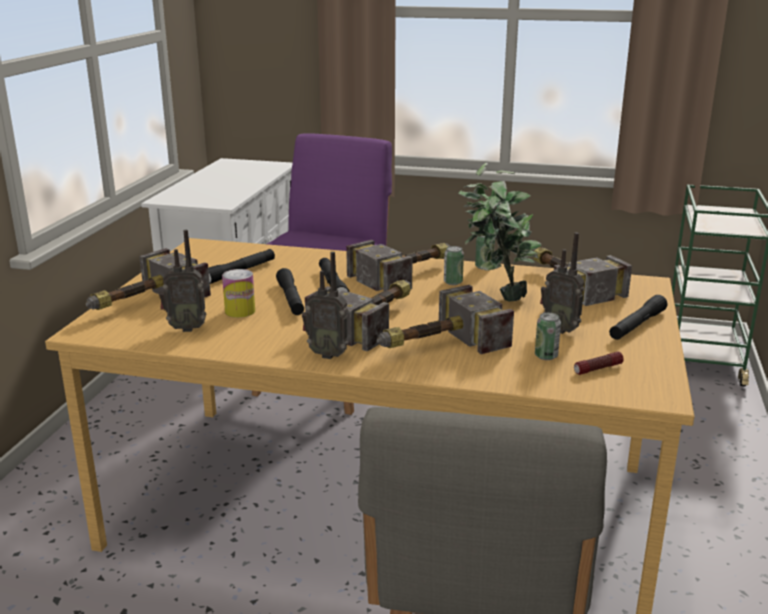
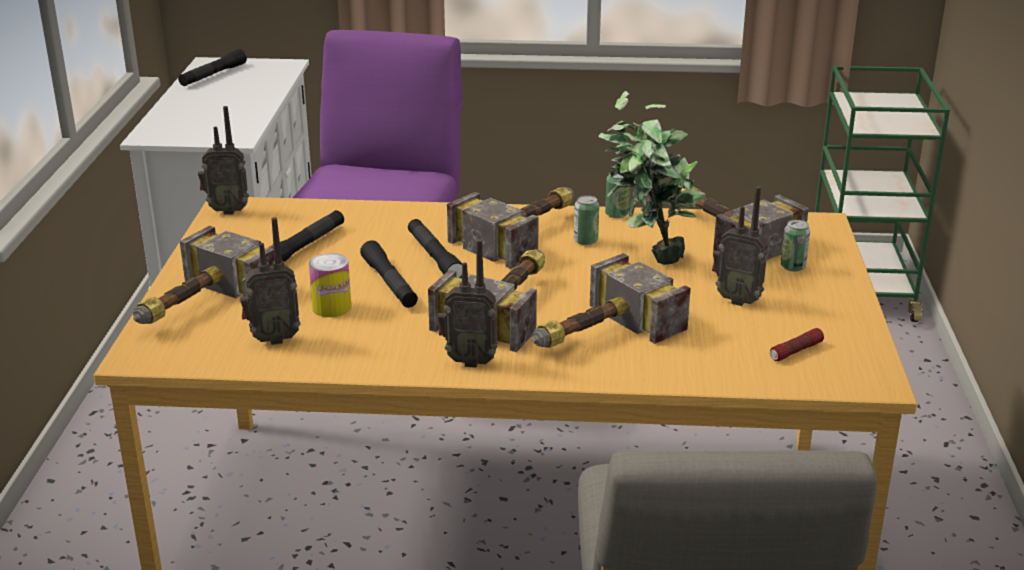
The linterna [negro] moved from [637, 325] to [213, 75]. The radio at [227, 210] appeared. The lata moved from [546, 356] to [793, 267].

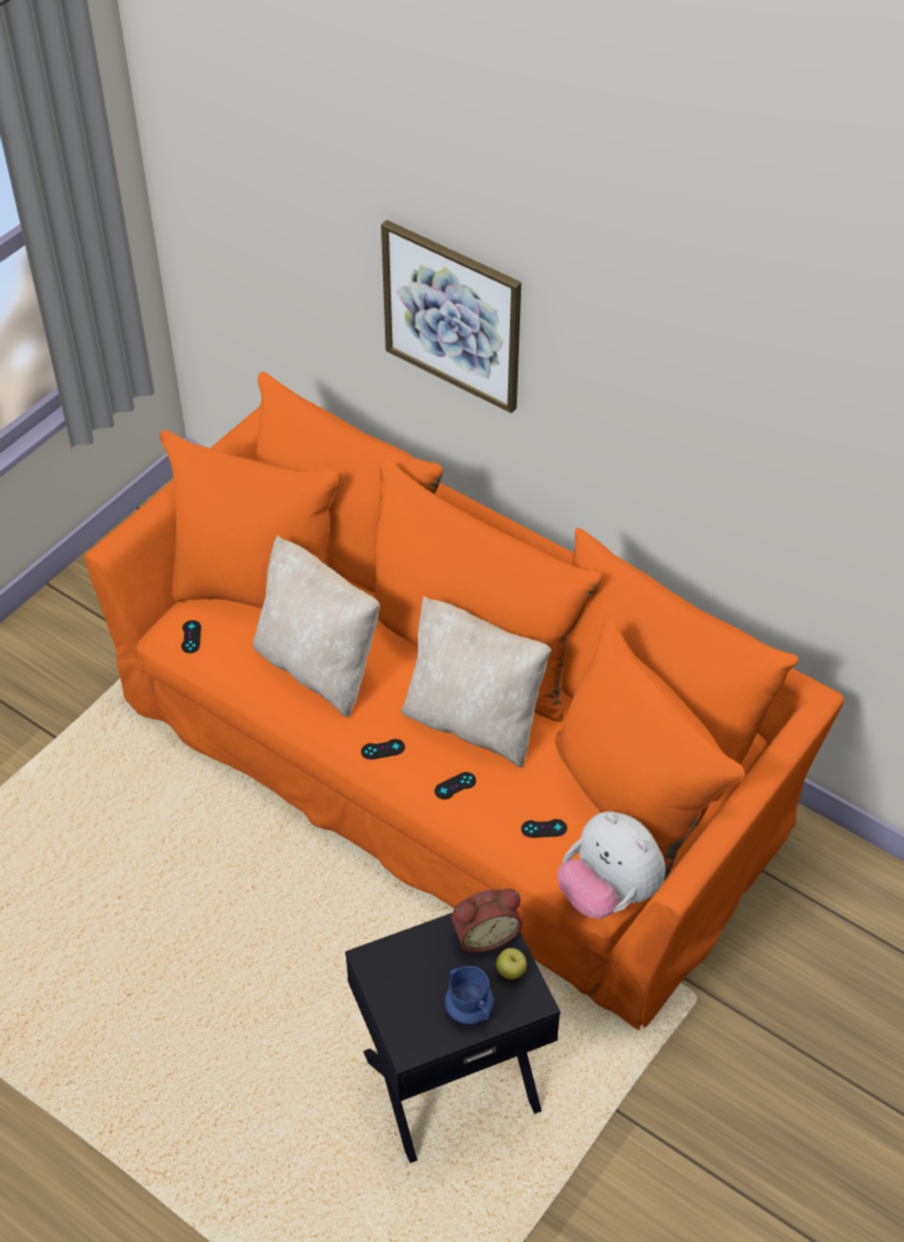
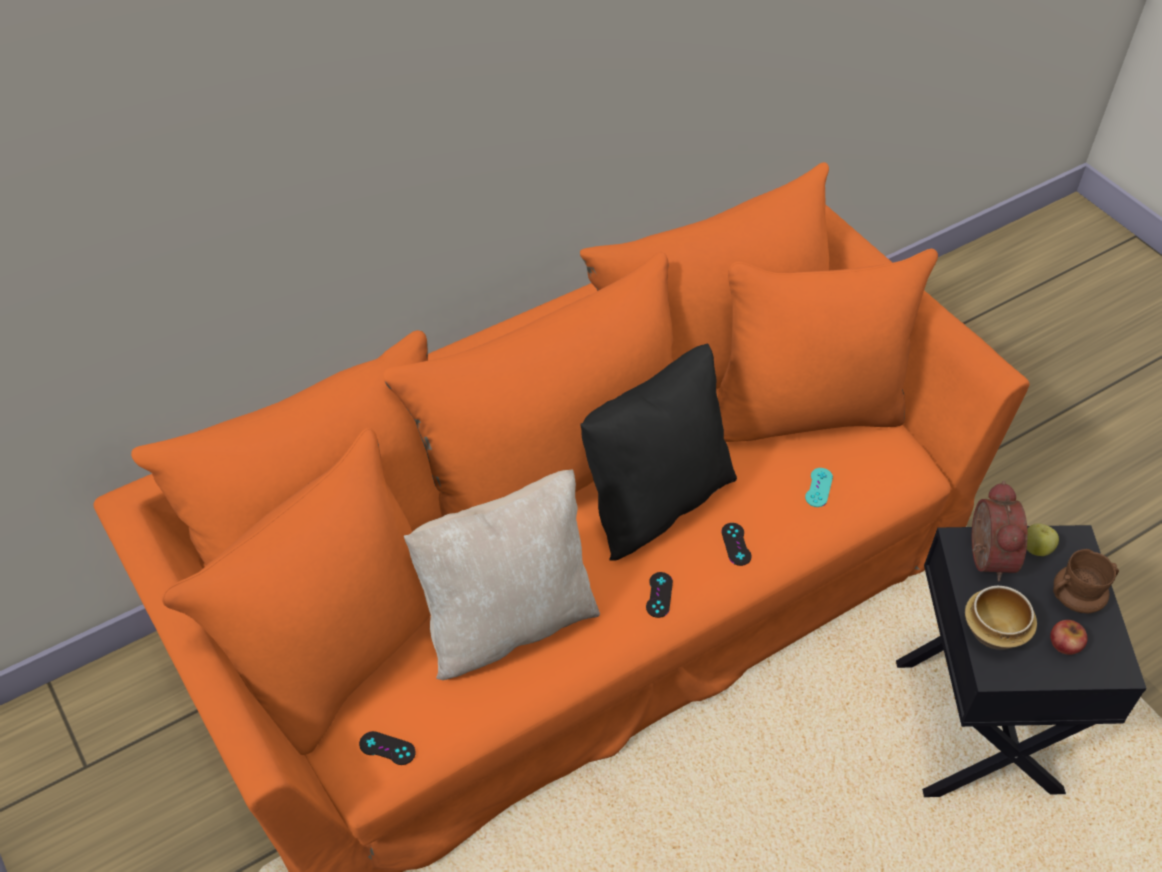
The cojín [beis] at [474, 721] became the cojín [negro] at [654, 500]. The mando de consola [negro] at [544, 828] became the mando de consola [turquesa] at [818, 487]. The cuenco at [994, 633] appeared. The manzana at [1065, 643] appeared. The taza grande [azul] at [469, 1009] became the taza grande [marrón] at [1076, 599]. The cuadro at [452, 315] disappeared. The peluche at [608, 892] disappeared.

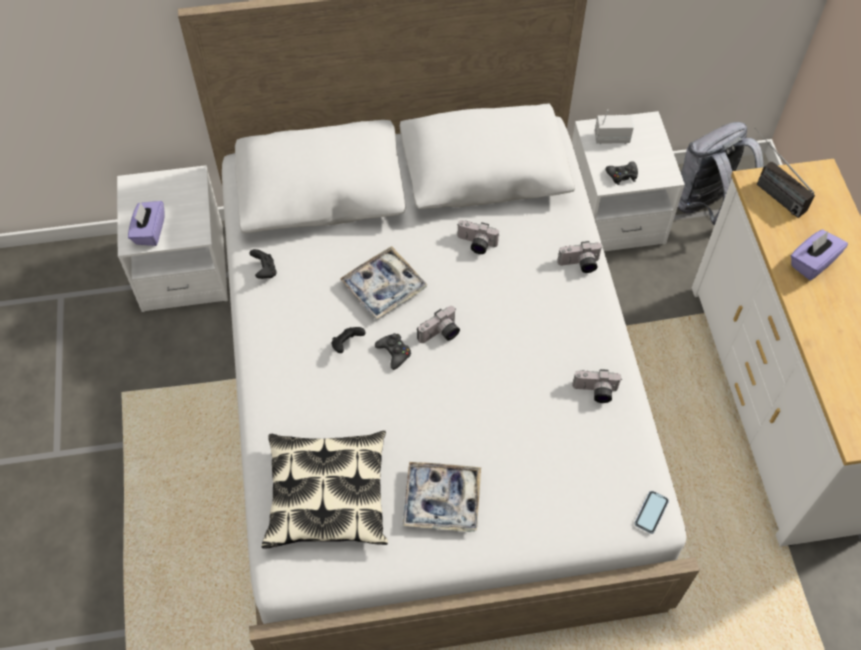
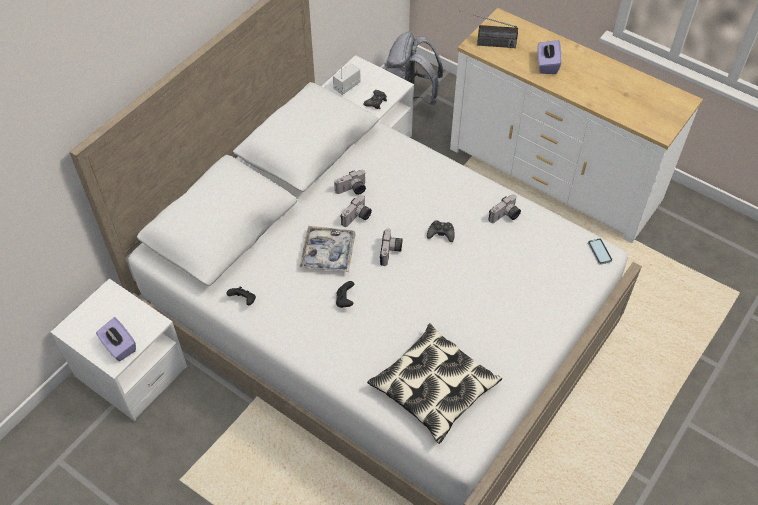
The cámara moved from [579, 265] to [357, 218]. The mando de consola [negro] moved from [394, 352] to [441, 234]. The bandeja at [441, 500] disappeared.

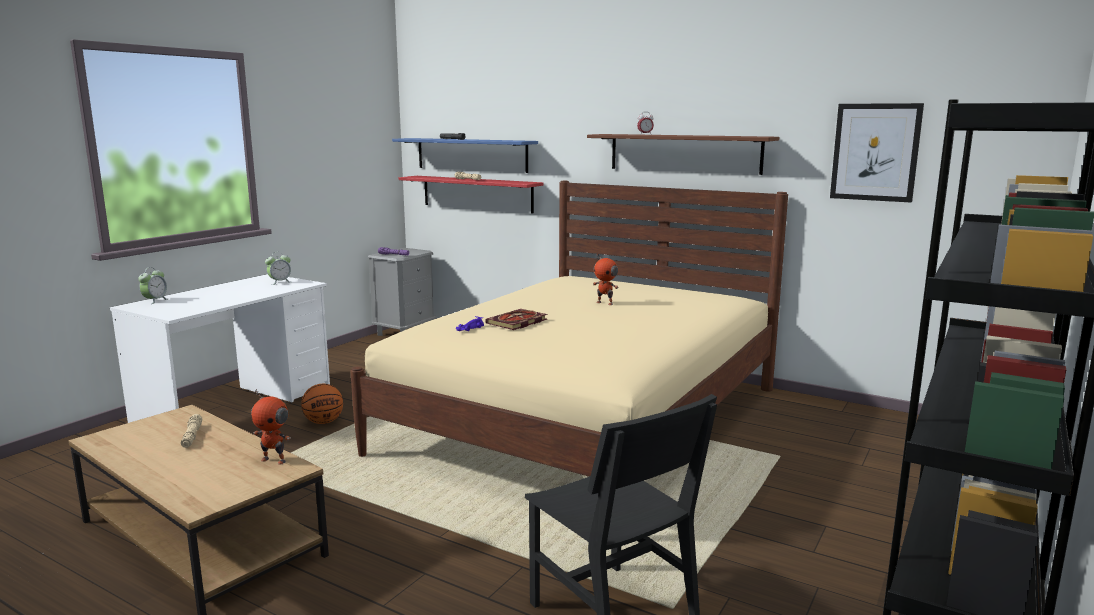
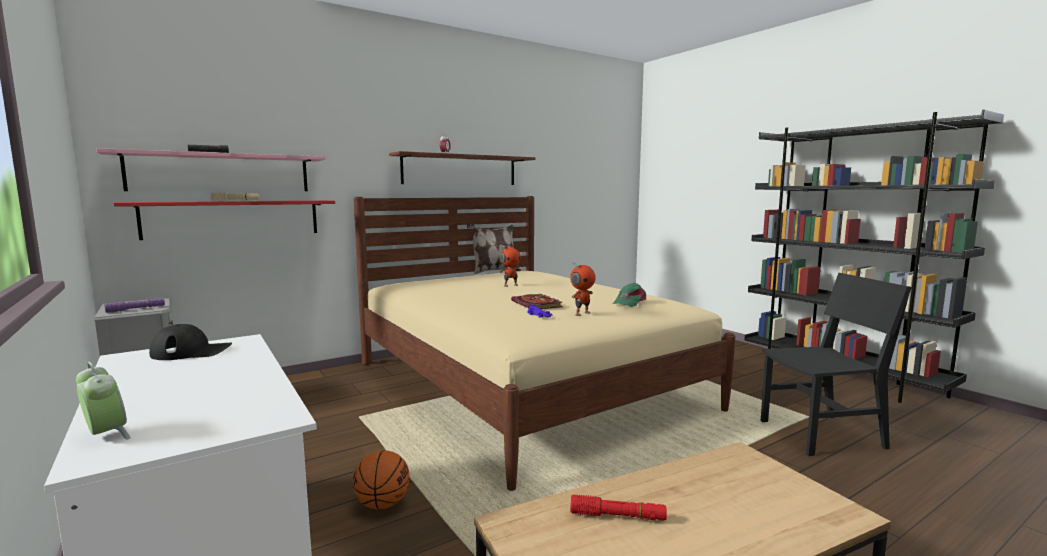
The estante [azul] at [471, 154] became the estante [rosa] at [221, 173]. The despertador at [280, 282] was replaced by the gorra [negro] at [192, 352]. The cojín at [494, 271] appeared. The robot de juguete moved from [274, 460] to [581, 313]. The linterna [beis] at [192, 436] became the linterna [rojo] at [618, 516]. The gorra [verde] at [629, 302] appeared. The cuadro at [875, 152] disappeared.

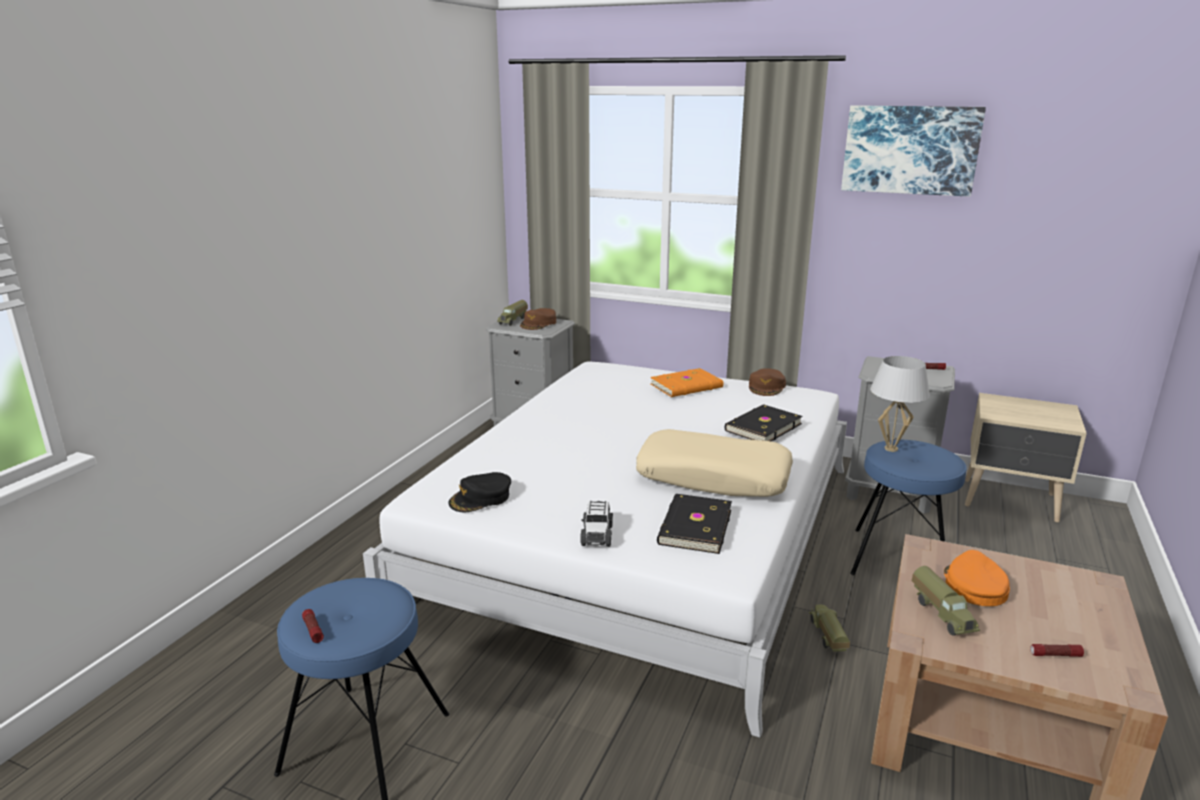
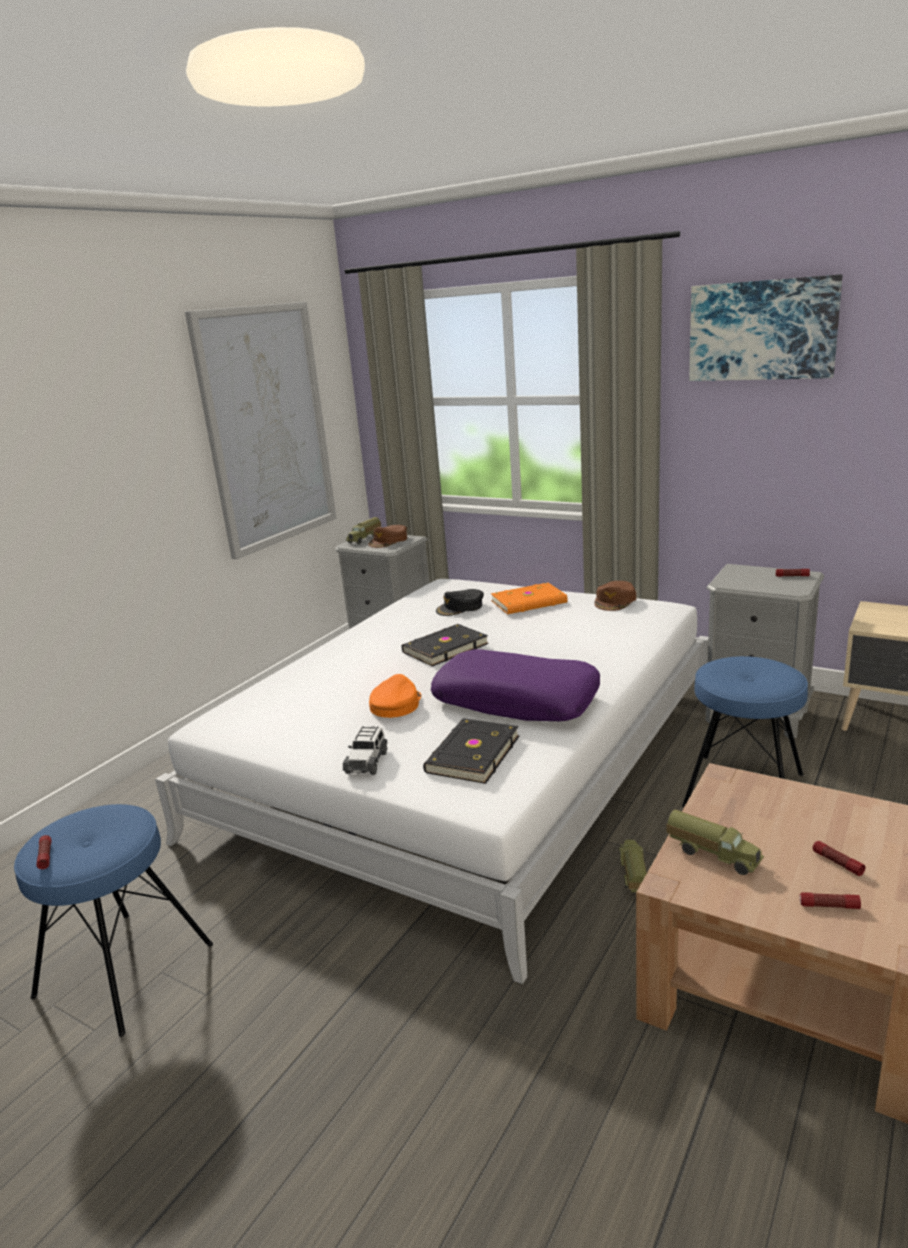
The cuadro at [267, 427] appeared. The gorra [naranja] moved from [973, 586] to [395, 704]. The libro [negro] moved from [762, 427] to [444, 648]. The cojín [beis] at [713, 477] became the cojín [morado] at [516, 700]. The gorra [negro] moved from [481, 498] to [460, 608]. The camión de juguete at [942, 614] turned 45 degrees counterclockwise. The linterna at [837, 863] appeared. The lámpara de mesa [blanco] at [890, 449] disappeared.

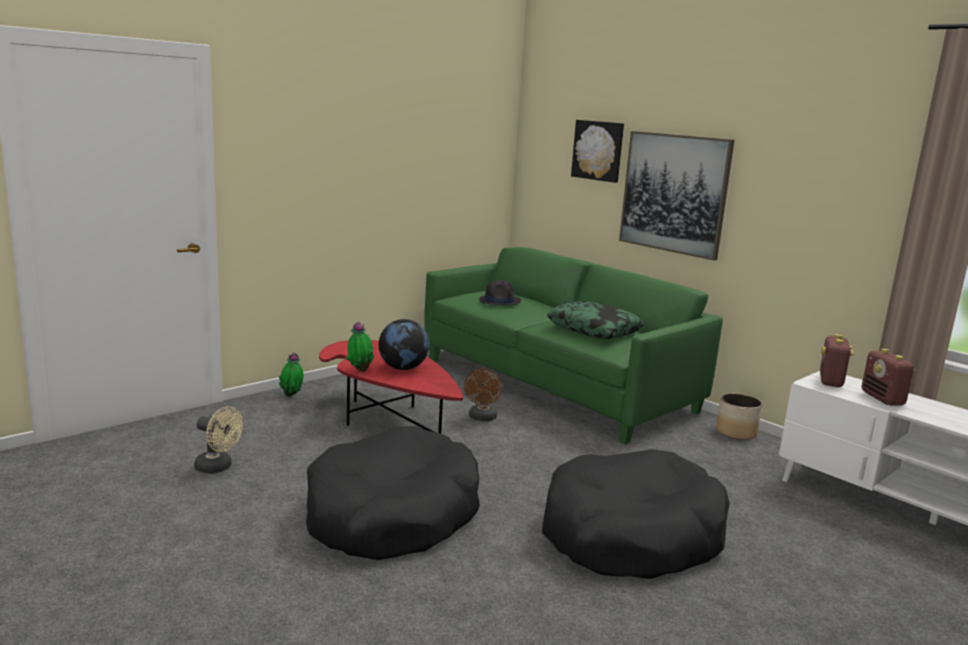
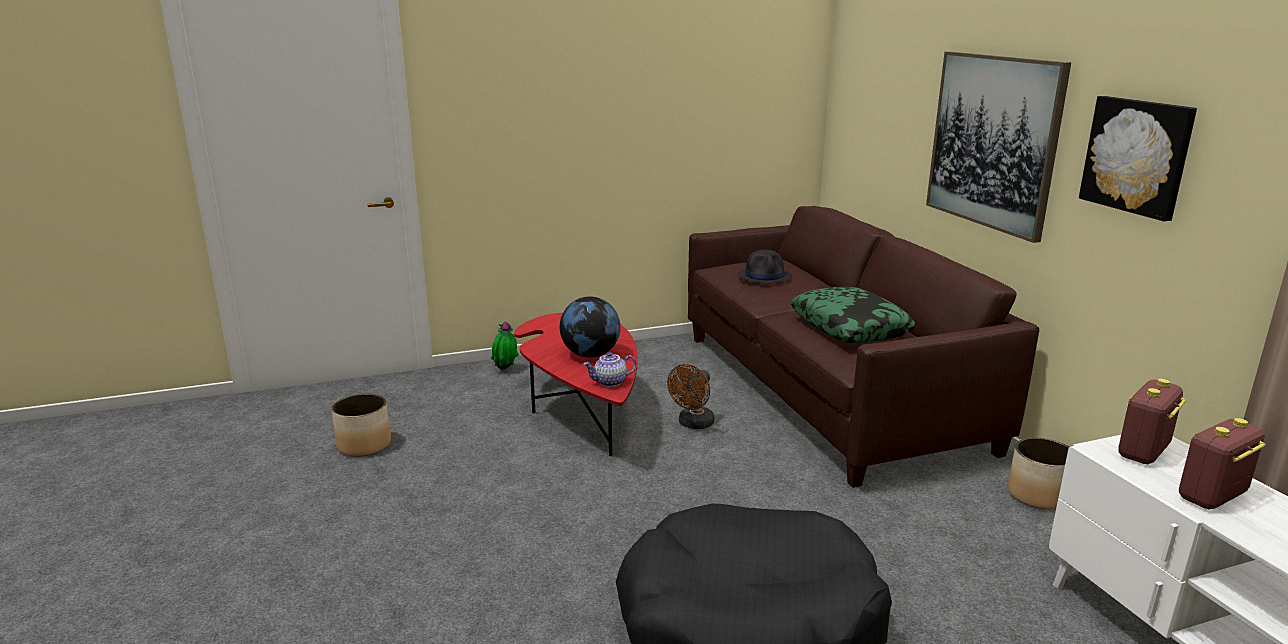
The ventilador [beis] at [218, 467] was replaced by the maceta at [364, 445]. The tetera at [610, 382] appeared. The sofá [verde] at [556, 385] became the sofá [marrón] at [826, 390]. The cuadro moved from [598, 150] to [1138, 156]. The radio at [883, 399] turned 45 degrees clockwise. The cama para perro [negro] at [392, 515] disappeared. The planta en maceta at [360, 370] disappeared.

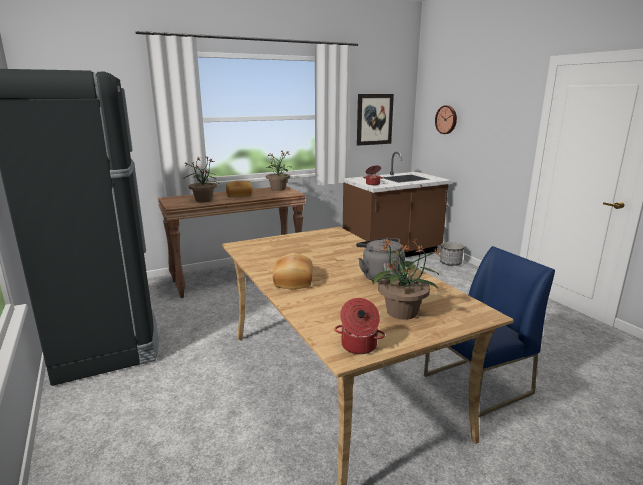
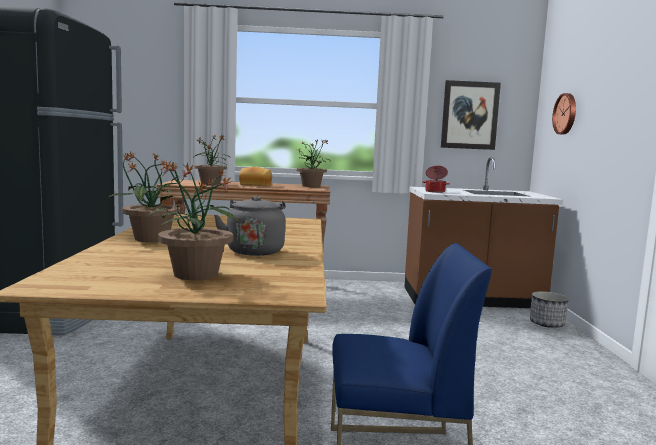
The pan at [292, 280] was replaced by the planta en maceta at [150, 239]. The olla at [358, 346] disappeared.

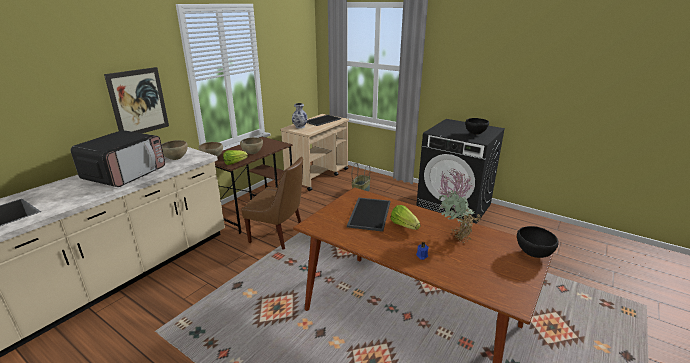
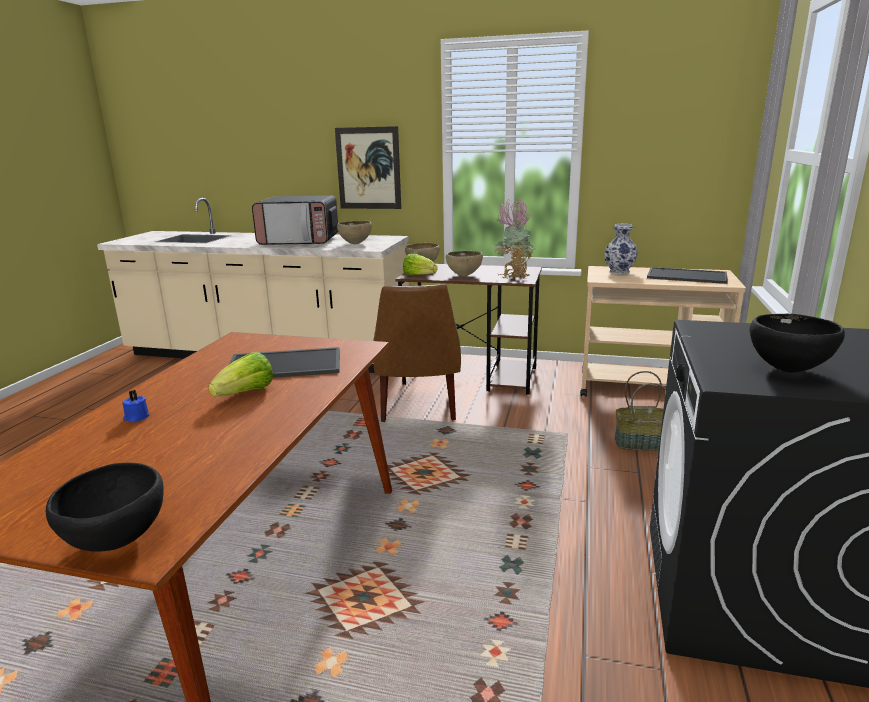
The planta en maceta moved from [453, 236] to [513, 277].

